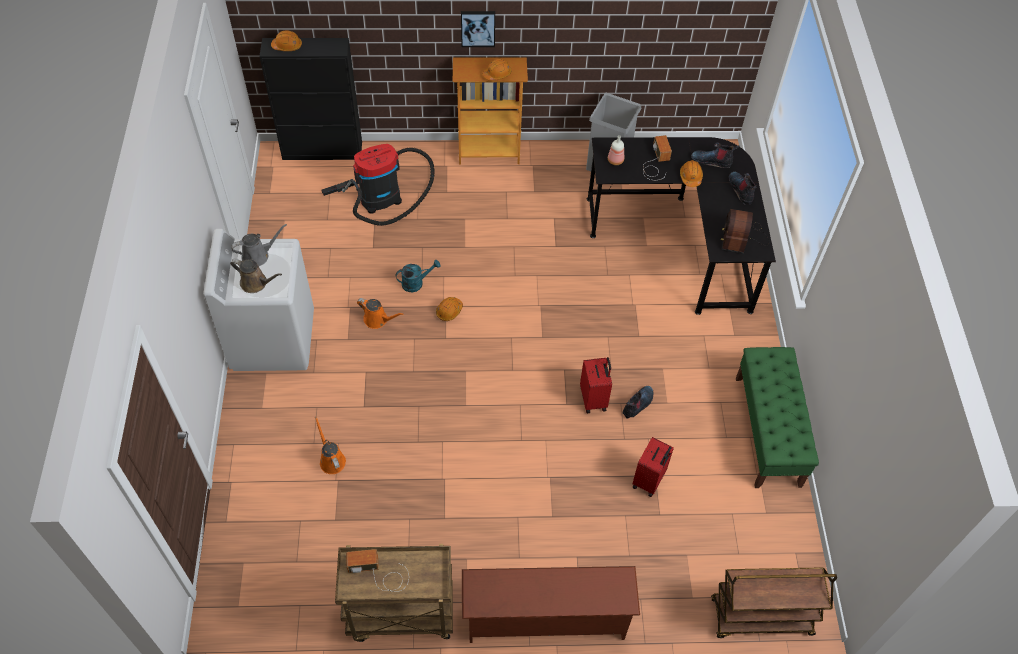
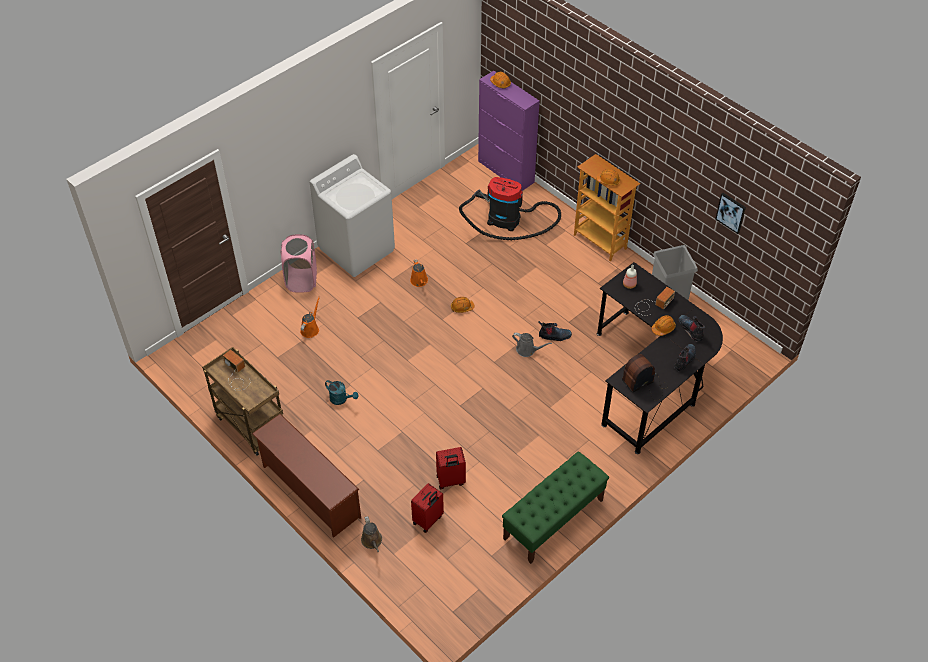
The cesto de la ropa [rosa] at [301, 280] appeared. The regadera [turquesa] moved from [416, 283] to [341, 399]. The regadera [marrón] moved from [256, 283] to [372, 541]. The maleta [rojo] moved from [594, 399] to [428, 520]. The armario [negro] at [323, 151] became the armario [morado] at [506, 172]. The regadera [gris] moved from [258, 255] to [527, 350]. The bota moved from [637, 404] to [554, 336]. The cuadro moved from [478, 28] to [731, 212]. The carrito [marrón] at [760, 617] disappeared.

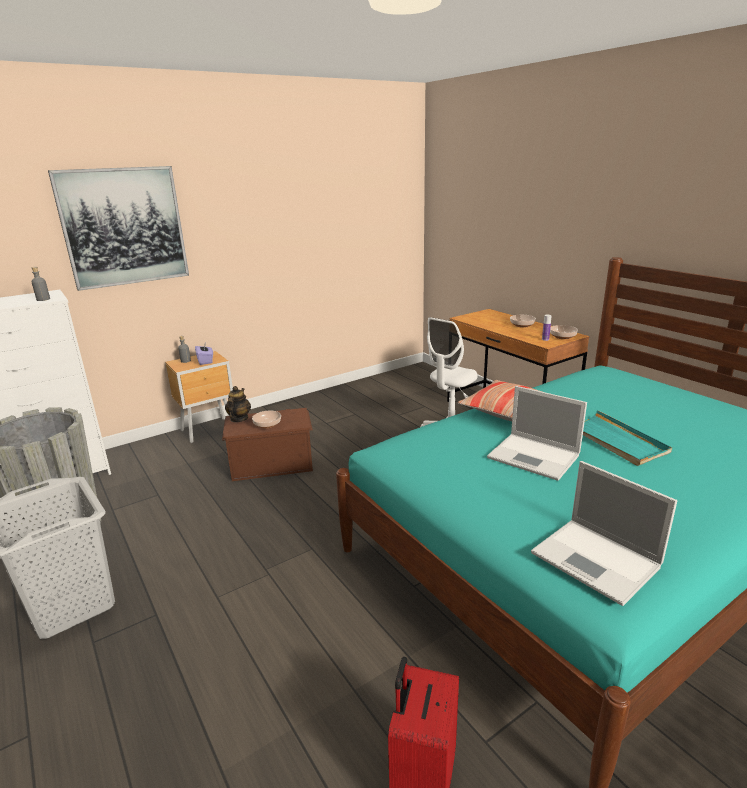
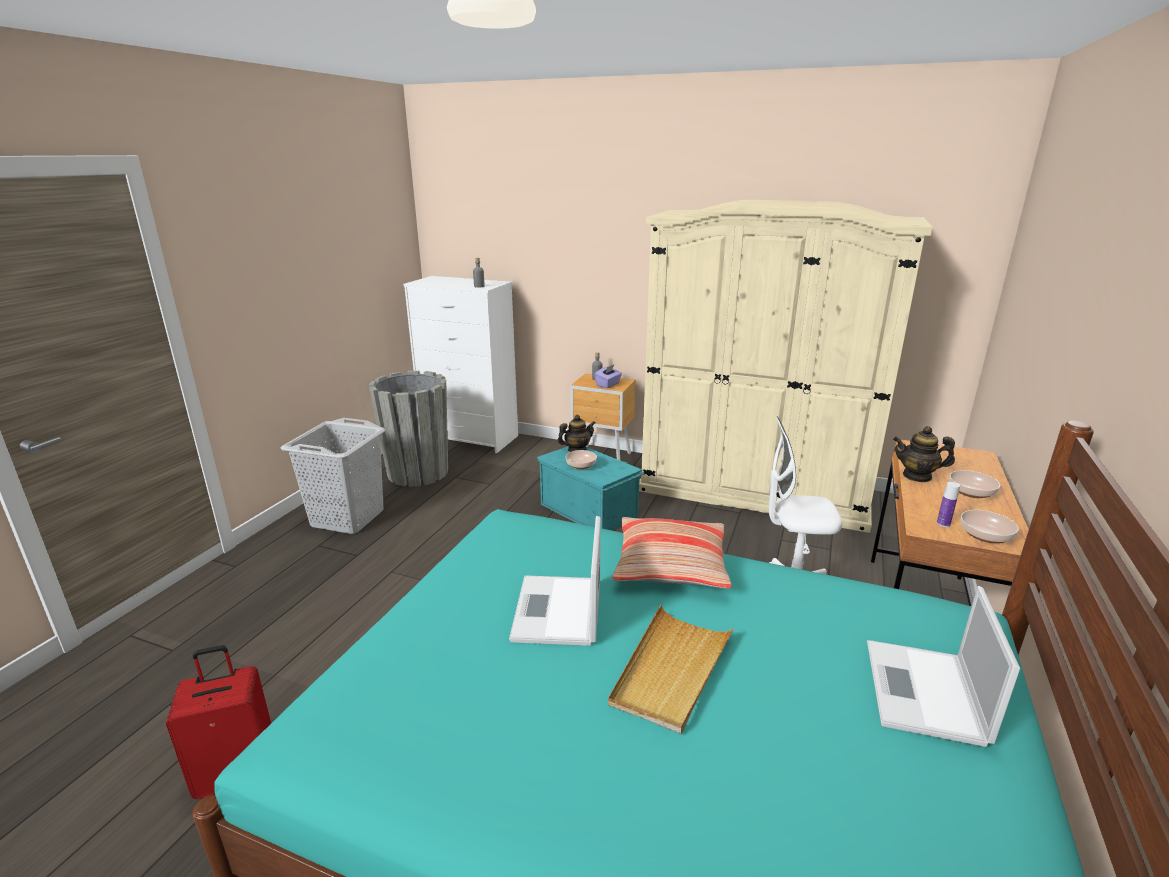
The caja de almacenaje [marrón] at [271, 463] became the caja de almacenaje [turquesa] at [589, 509]. The bandeja [turquesa] at [615, 441] became the bandeja [beis] at [671, 670]. The armario ropero [beis] at [752, 491] appeared. The portátil moved from [597, 561] to [925, 693]. The tetera at [917, 476] appeared. The cuadro at [124, 227] disappeared.

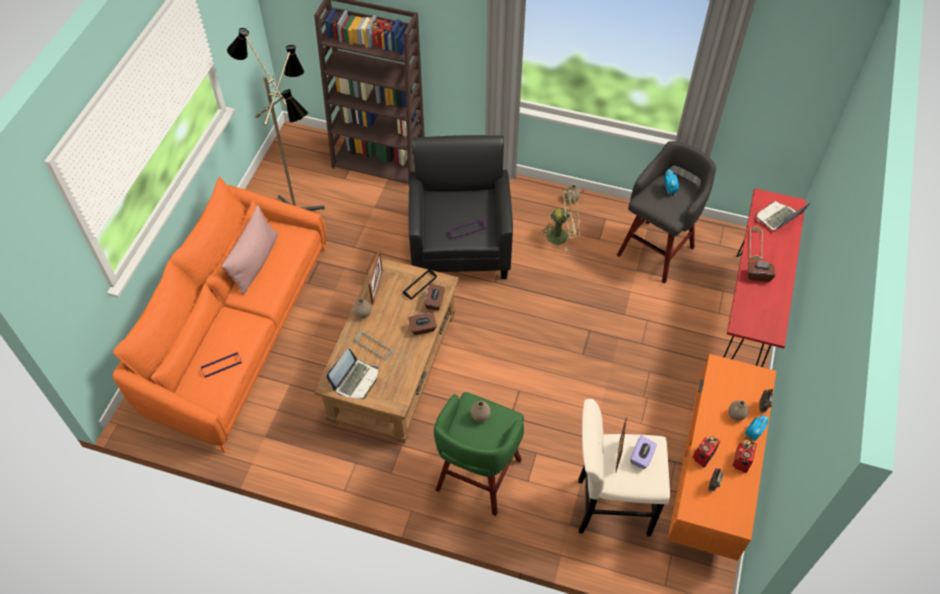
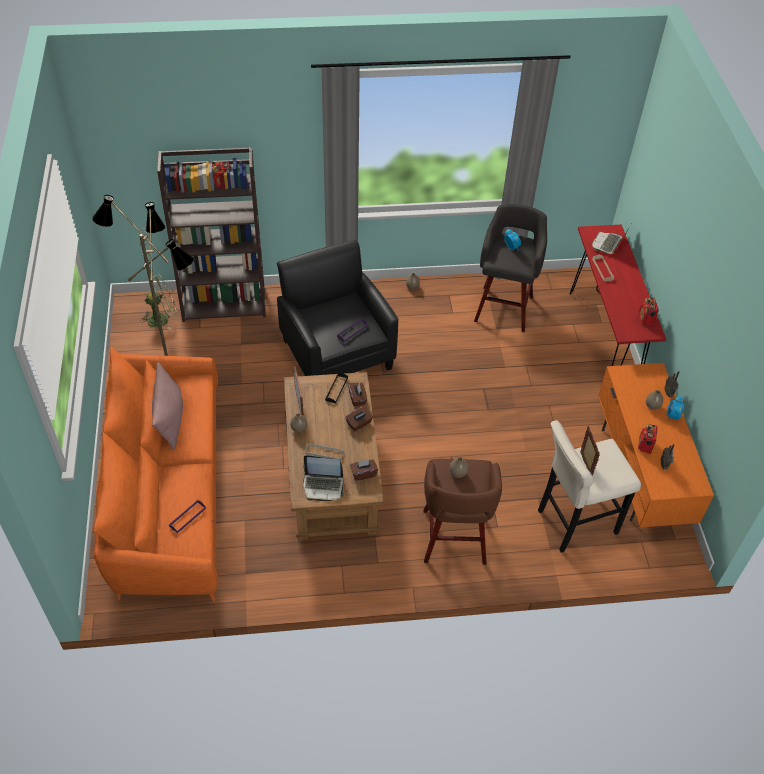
The ventilador [verde] moved from [562, 235] to [162, 318]. The portátil at [355, 380] turned 90 degrees clockwise. The caja de pañuelos [marrón] moved from [758, 275] to [363, 473]. The taburete [verde] at [477, 477] became the taburete [marrón] at [454, 539]. The radio moved from [741, 462] to [646, 319]. The caja de pañuelos [morado] at [641, 457] disappeared.

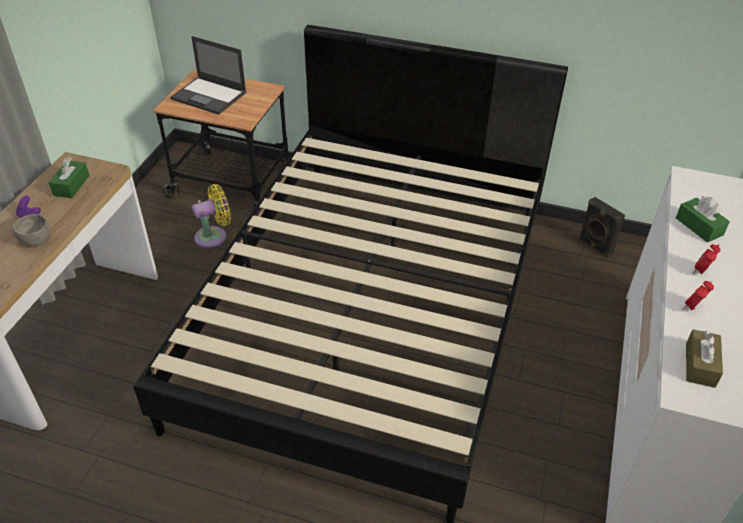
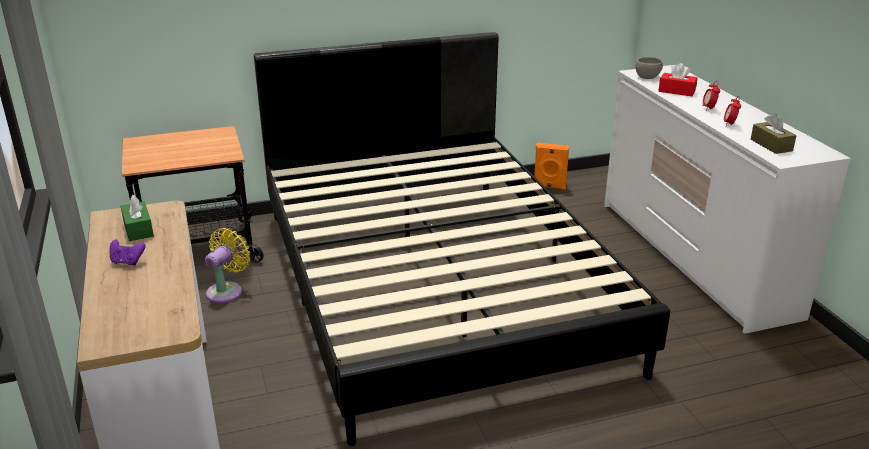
The altavoz [negro] at [594, 246] became the altavoz [naranja] at [549, 187]. The cuenco [gris] moved from [36, 240] to [647, 77]. The caja de pañuelos [verde] at [699, 226] became the caja de pañuelos [rojo] at [676, 91]. The portátil at [210, 96] disappeared.

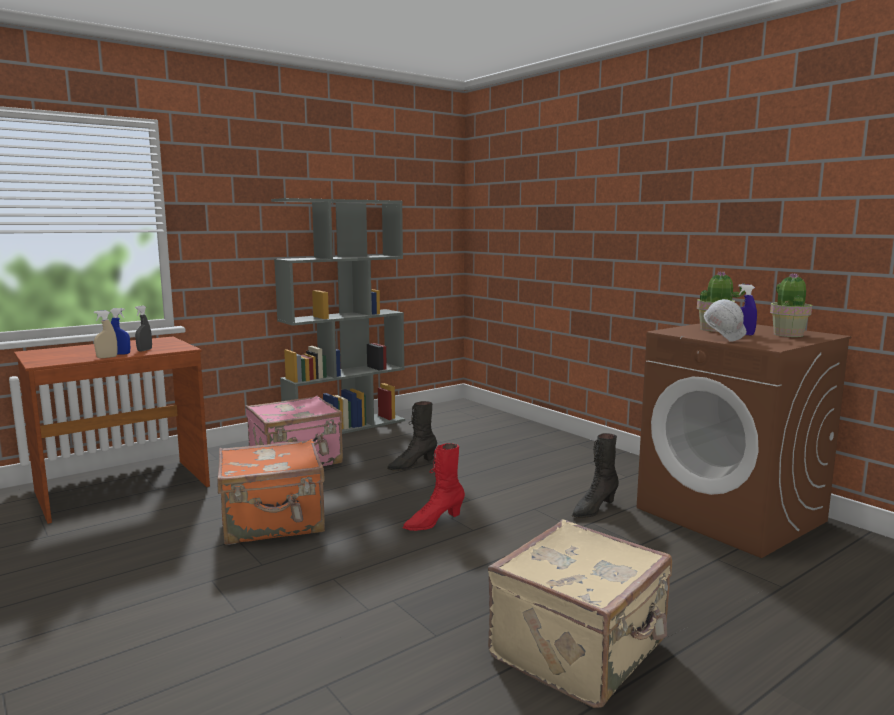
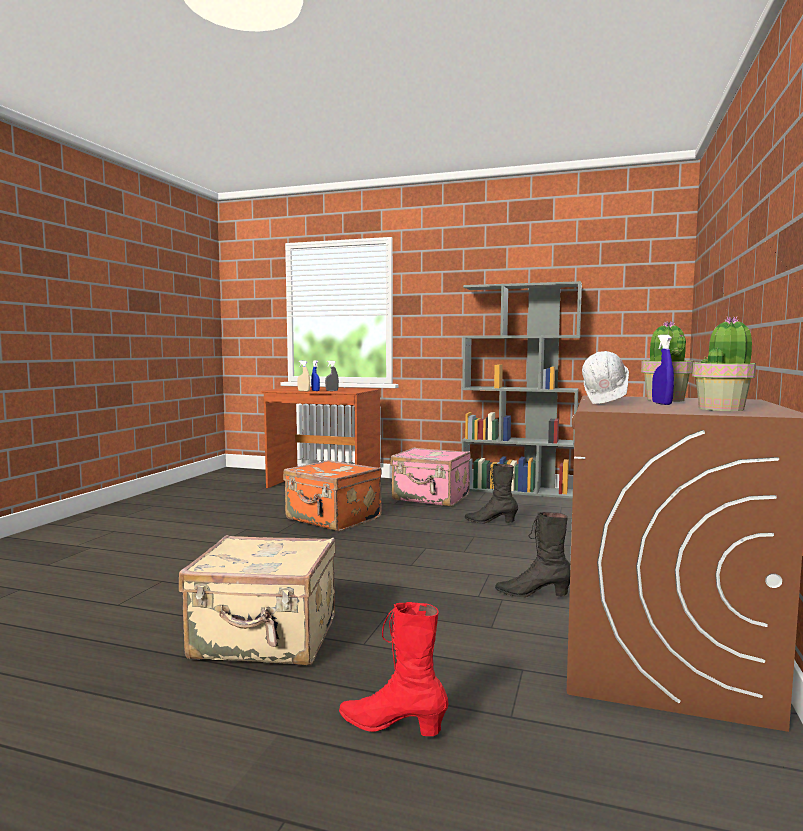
The bota [rojo] moved from [433, 522] to [392, 726].

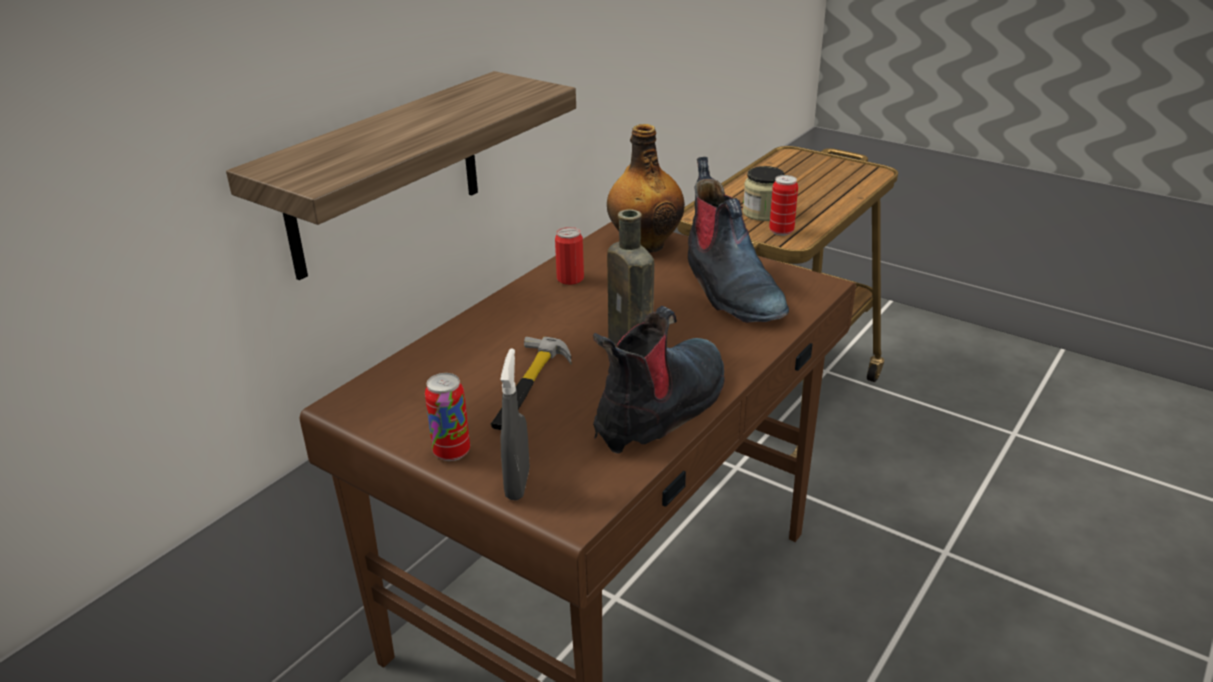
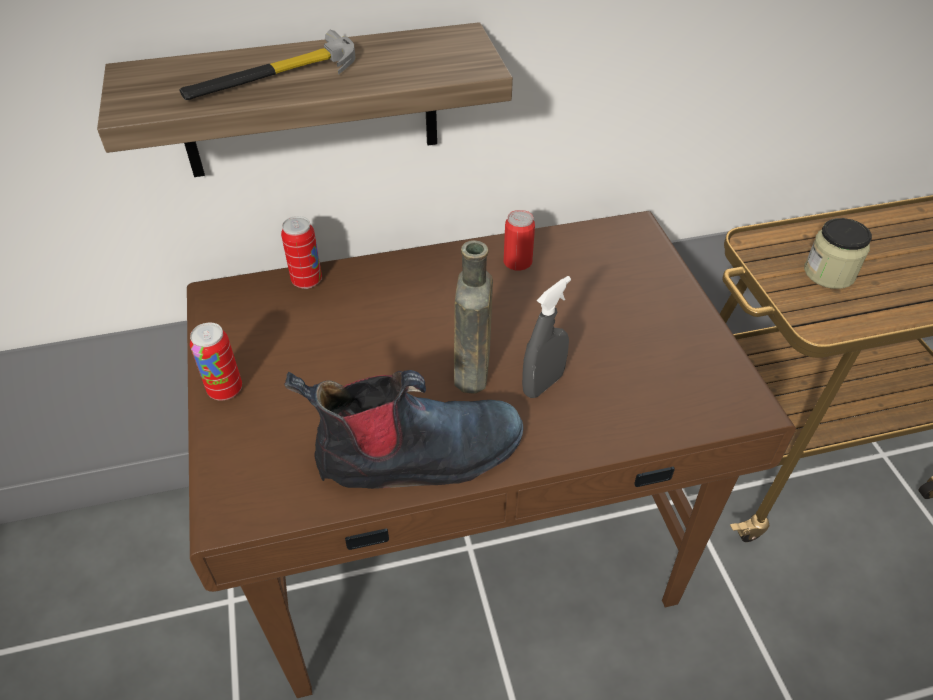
The martillo moved from [528, 387] to [272, 77]. The lata moved from [781, 231] to [307, 281]. The pulverizador [gris] moved from [517, 484] to [543, 384]. The botella at [645, 244] disappeared. The bota at [730, 289] disappeared.

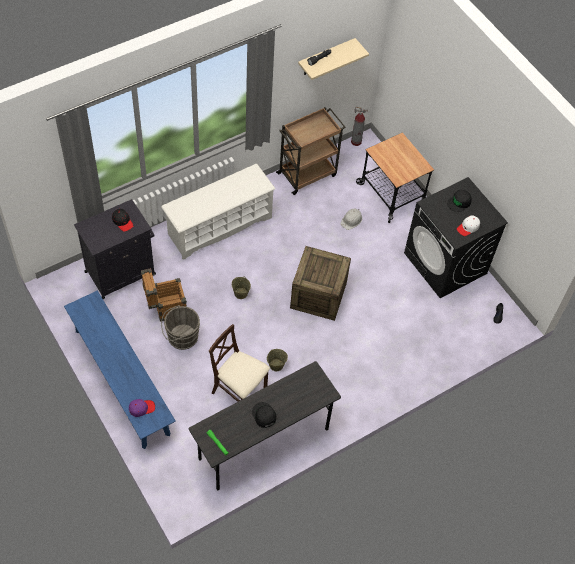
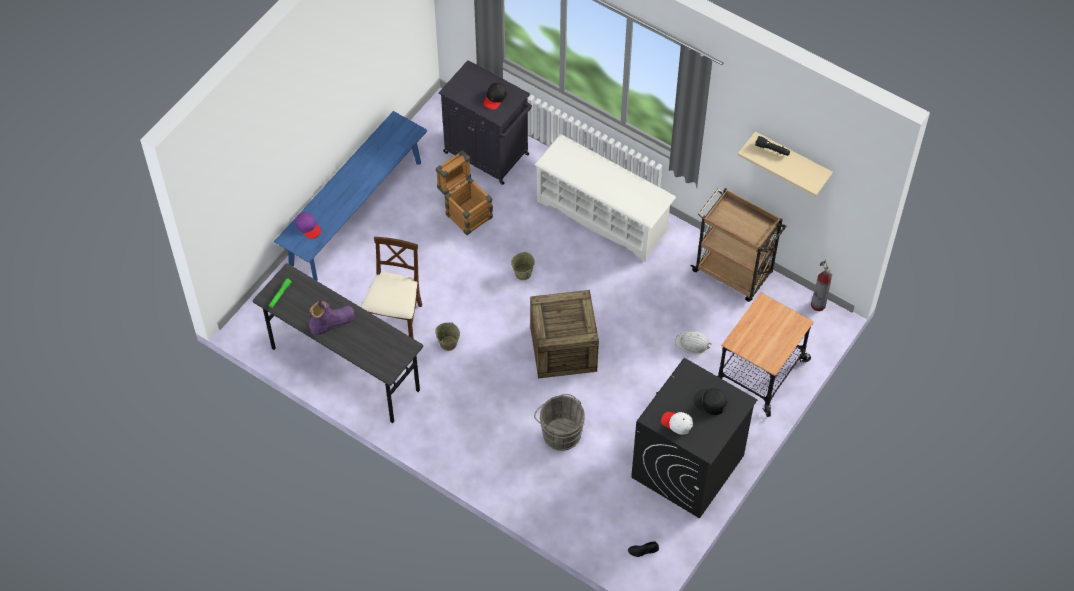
The gorra [negro] at [264, 415] was replaced by the bota [morado] at [332, 322]. The cubo [gris] moved from [181, 337] to [560, 432].

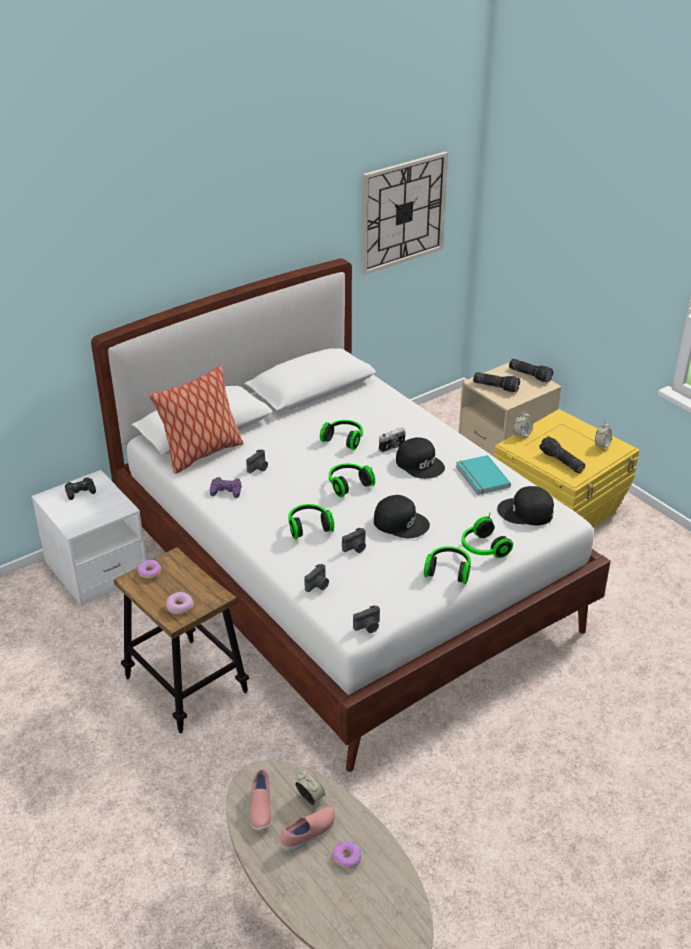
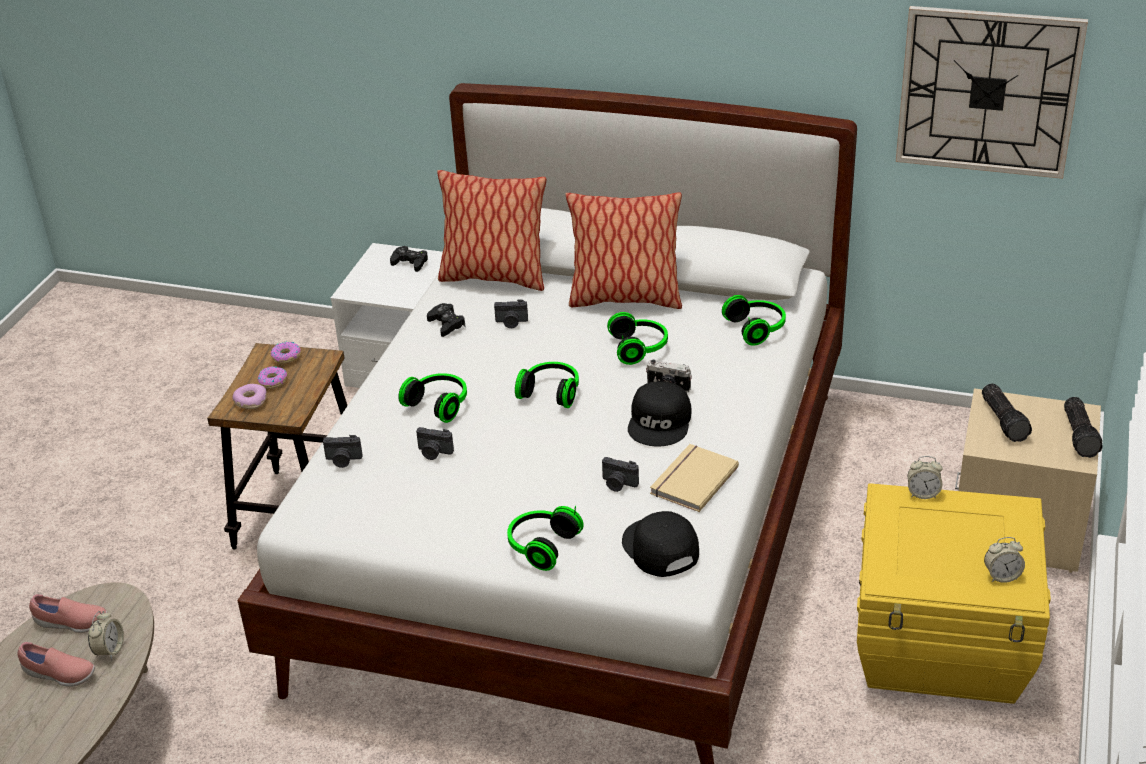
The zapato [rosa] at [260, 809] turned 135 degrees counterclockwise. The rosquilla moved from [347, 857] to [272, 381]. The mando de consola [morado] at [226, 491] became the mando de consola [negro] at [446, 324]. The cojín at [625, 299] appeared. The cámara moved from [368, 627] to [618, 484]. The libro [turquesa] at [481, 477] became the libro [beis] at [691, 480]. The auriculares moved from [448, 571] to [757, 328]. The gorra [negro] at [401, 522] disappeared. The linterna at [560, 461] disappeared.

